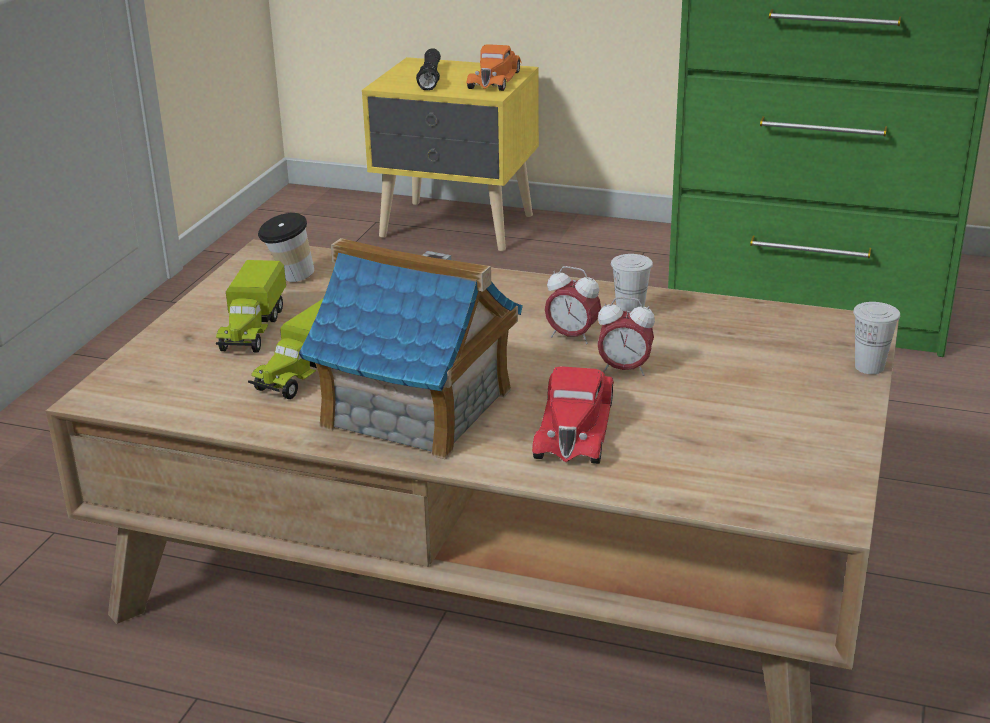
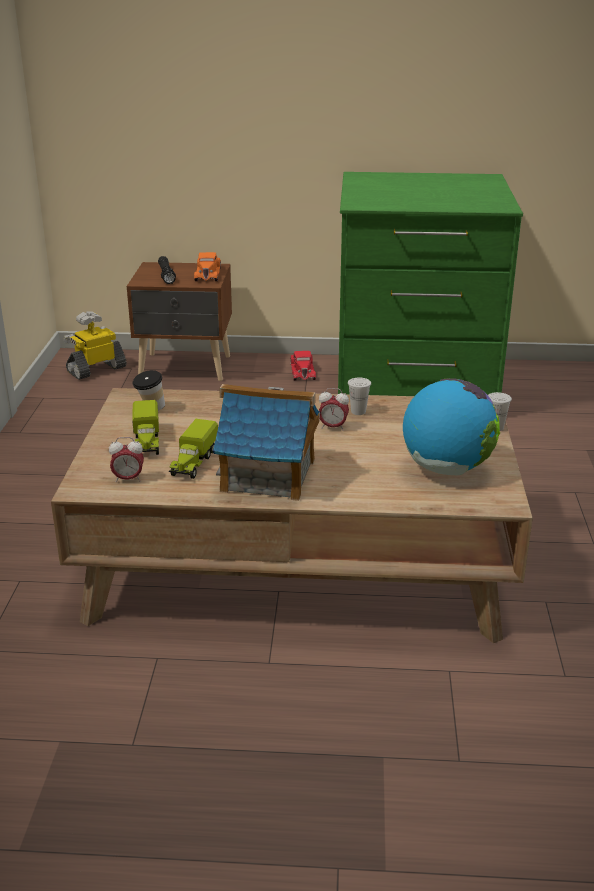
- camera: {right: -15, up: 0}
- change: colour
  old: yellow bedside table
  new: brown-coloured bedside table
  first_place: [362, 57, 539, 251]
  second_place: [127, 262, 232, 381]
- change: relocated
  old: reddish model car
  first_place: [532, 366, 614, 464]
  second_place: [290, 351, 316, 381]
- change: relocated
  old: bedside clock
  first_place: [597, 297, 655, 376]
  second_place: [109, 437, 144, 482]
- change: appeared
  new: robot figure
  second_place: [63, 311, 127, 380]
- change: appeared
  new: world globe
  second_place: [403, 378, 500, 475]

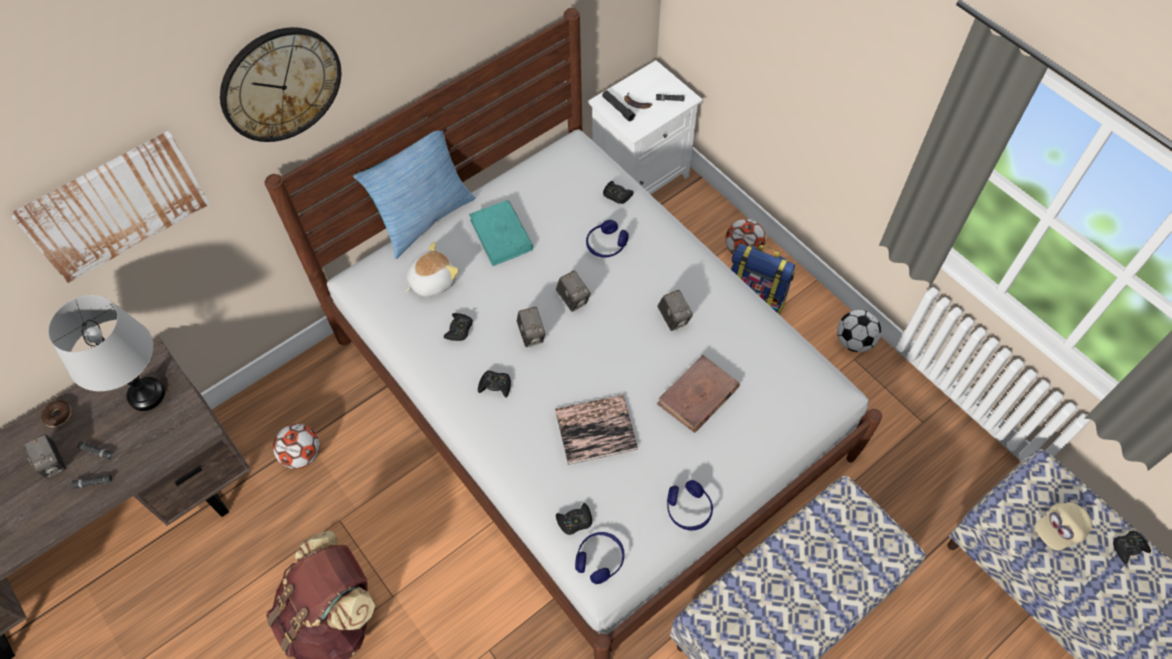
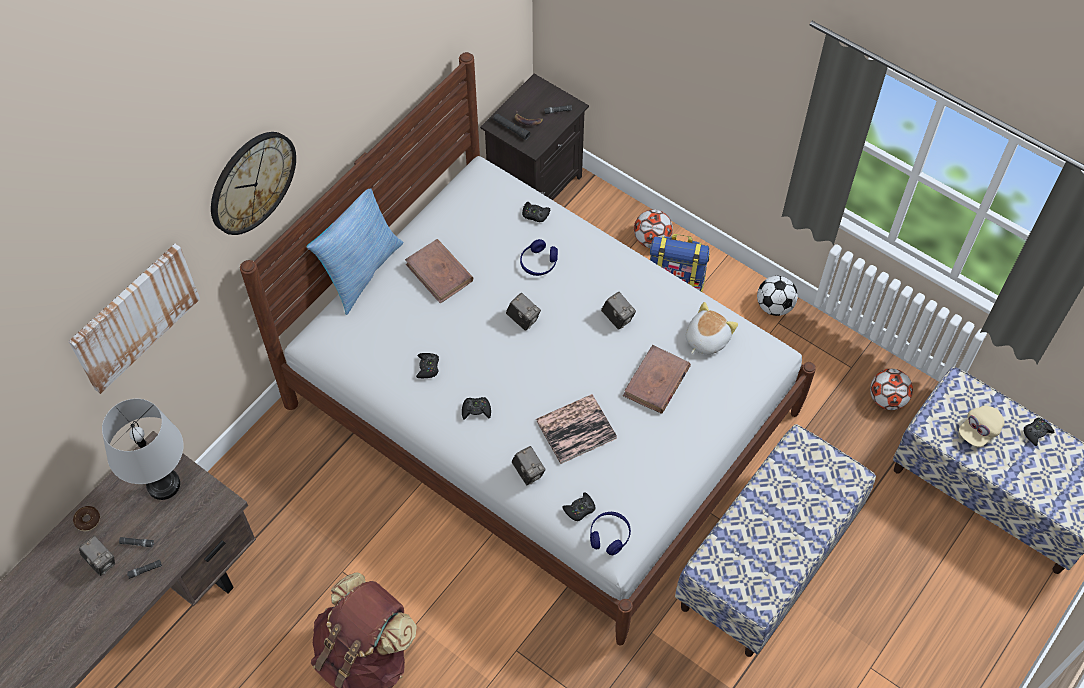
- camera: {right: -15, up: 0}
- change: relocated
  old: football
  first_place: [273, 423, 320, 469]
  second_place: [870, 369, 913, 410]
- change: relocated
  old: soft toy
  first_place: [405, 242, 459, 297]
  second_place: [686, 302, 738, 355]
- change: colour
  old: blue-green volume
  new: brown-coloured volume
  first_place: [469, 200, 533, 266]
  second_place: [405, 239, 473, 304]
- change: relocated
  old: still camera
  first_place: [517, 307, 545, 347]
  second_place: [512, 446, 546, 485]
- change: colour
  old: white bedside table
  new: black bedside table
  first_place: [588, 60, 703, 195]
  second_place: [480, 74, 589, 200]
- change: missing
  old: bluish headphones
  first_place: [667, 480, 713, 530]

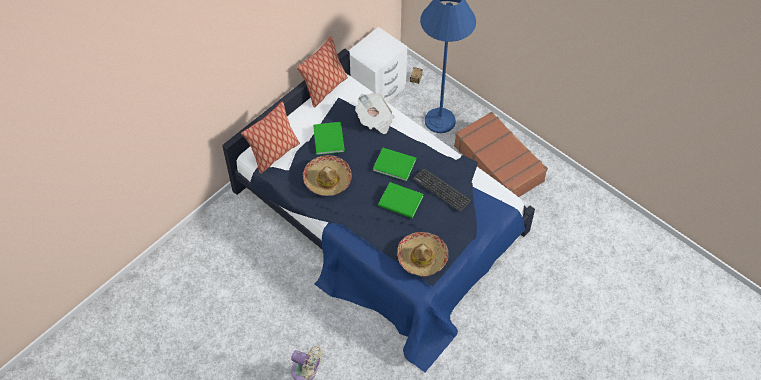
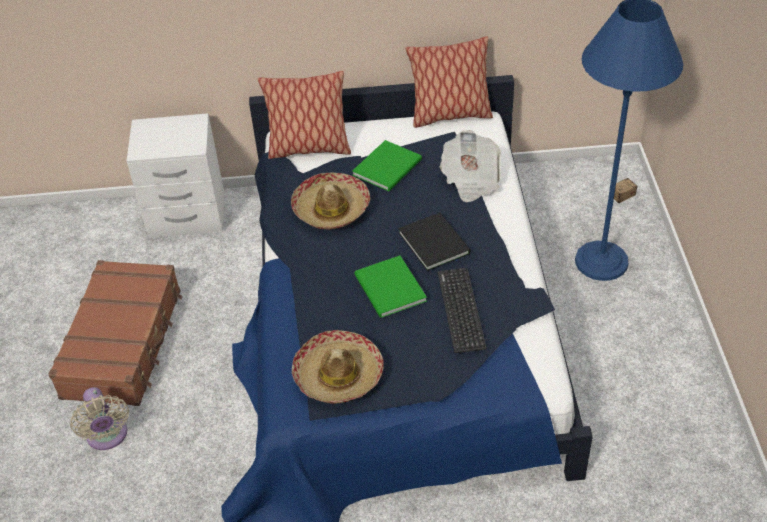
- camera: {right: 45, up: -10}
- change: relocated
  old: white bedside table
  first_place: [349, 27, 407, 102]
  second_place: [127, 113, 224, 238]
- change: colour
  old: green volume
  new: black volume
  first_place: [373, 148, 416, 181]
  second_place: [398, 212, 471, 271]
- change: relocated
  old: brown-coloured piece of luggage
  first_place: [454, 112, 548, 197]
  second_place: [48, 260, 182, 406]

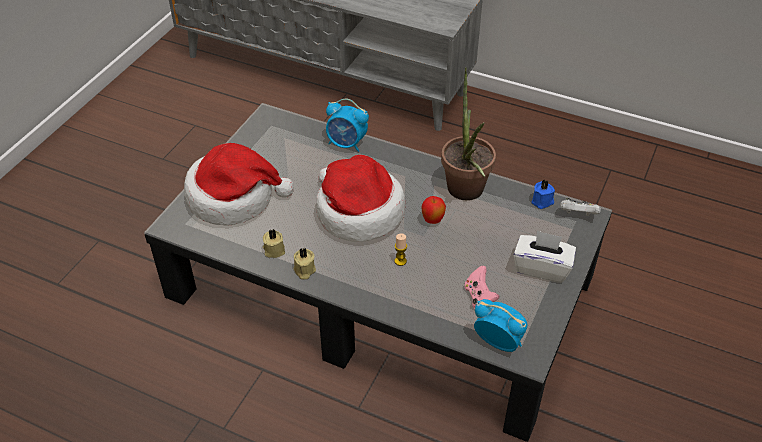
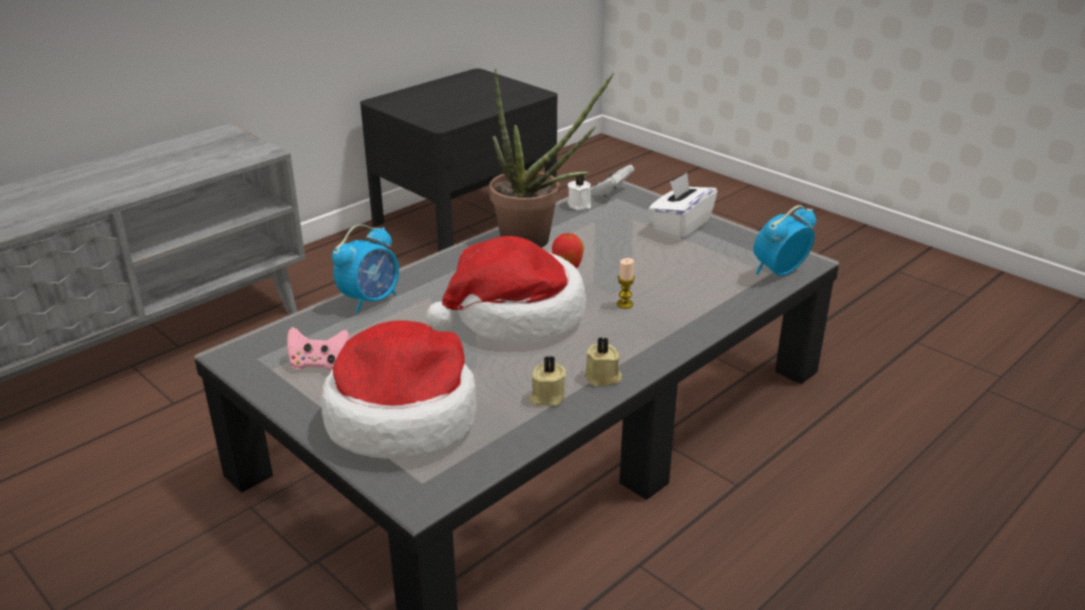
- camera: {right: -70, up: -15}
- change: relocated
  old: pink gamepad
  first_place: [464, 266, 499, 308]
  second_place: [287, 327, 350, 371]
- change: colour
  old: bluish candle
  new: white candle
  first_place: [531, 179, 555, 209]
  second_place: [568, 175, 591, 210]
- change: appeared
  new: black bedside table
  second_place: [360, 68, 557, 252]

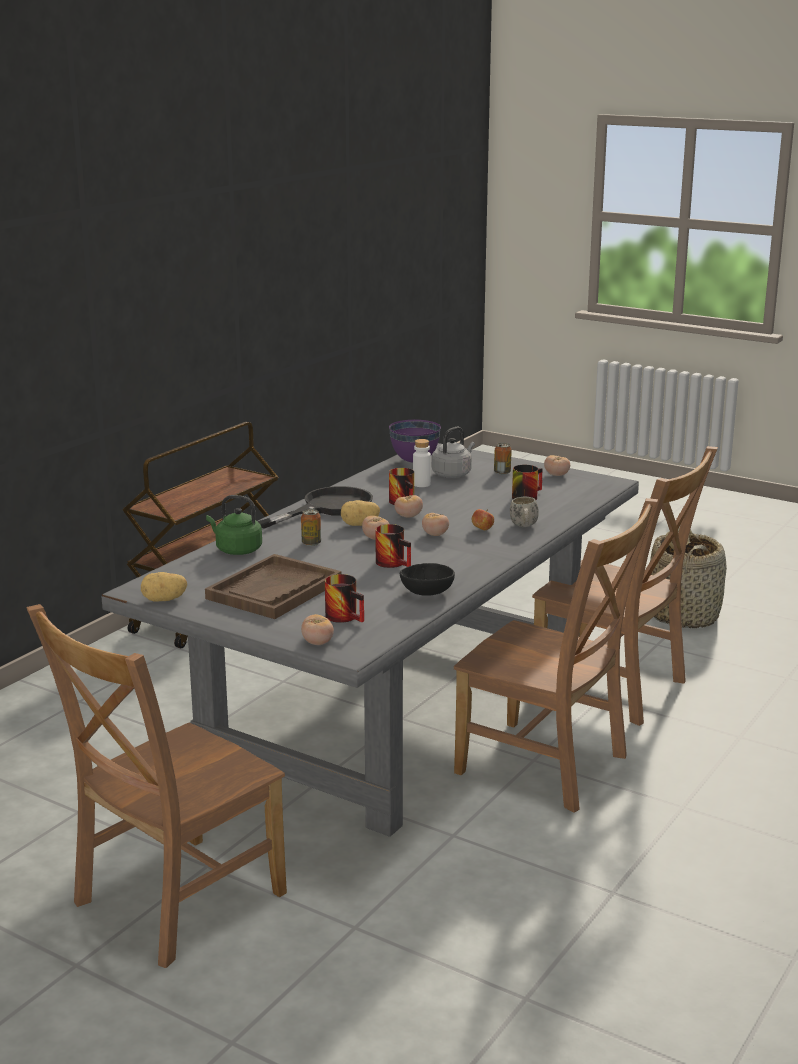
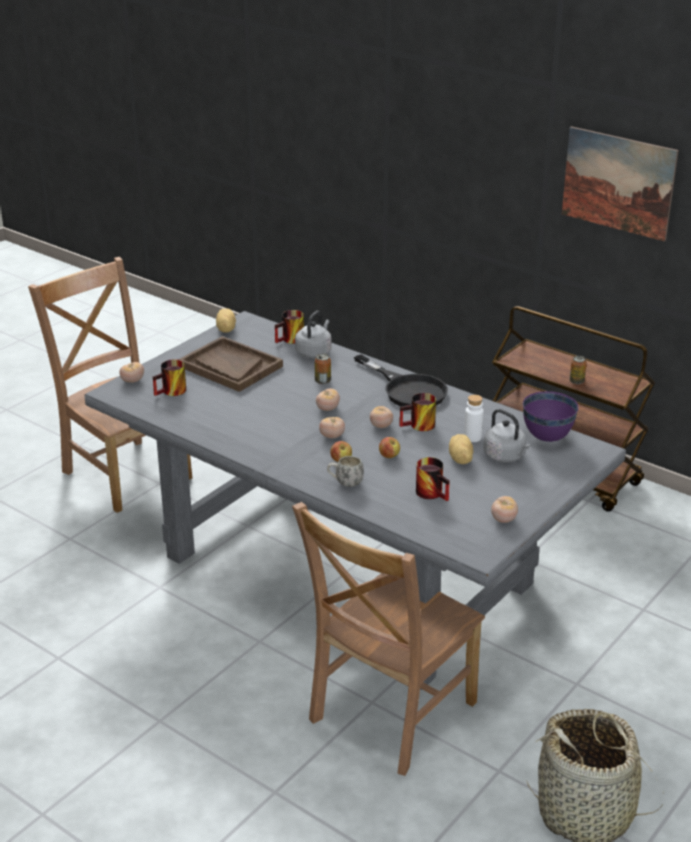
- camera: {right: 95, up: 10}
- change: colour
  old: green water kettle
  new: greyish water kettle
  first_place: [206, 495, 262, 555]
  second_place: [295, 311, 332, 358]
- change: relocated
  old: whole potato
  first_place: [341, 500, 380, 526]
  second_place: [449, 434, 473, 464]
- change: relocated
  old: coffee mug
  first_place: [375, 524, 411, 568]
  second_place: [275, 310, 304, 344]
- change: missing
  old: black deep dish
  first_place: [400, 563, 455, 596]
- change: missing
  old: brown-coloured plain chair
  first_place: [454, 498, 658, 813]
- change: relocated
  old: can
  first_place: [494, 443, 512, 475]
  second_place: [570, 356, 587, 384]
- change: appeared
  new: apple fruit
  second_place: [379, 437, 400, 458]
- change: appeared
  new: picture
  second_place: [562, 126, 678, 241]

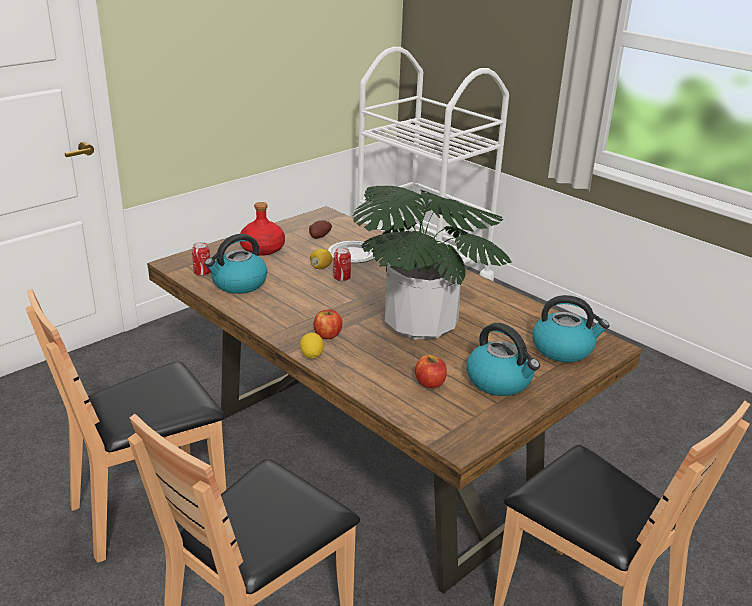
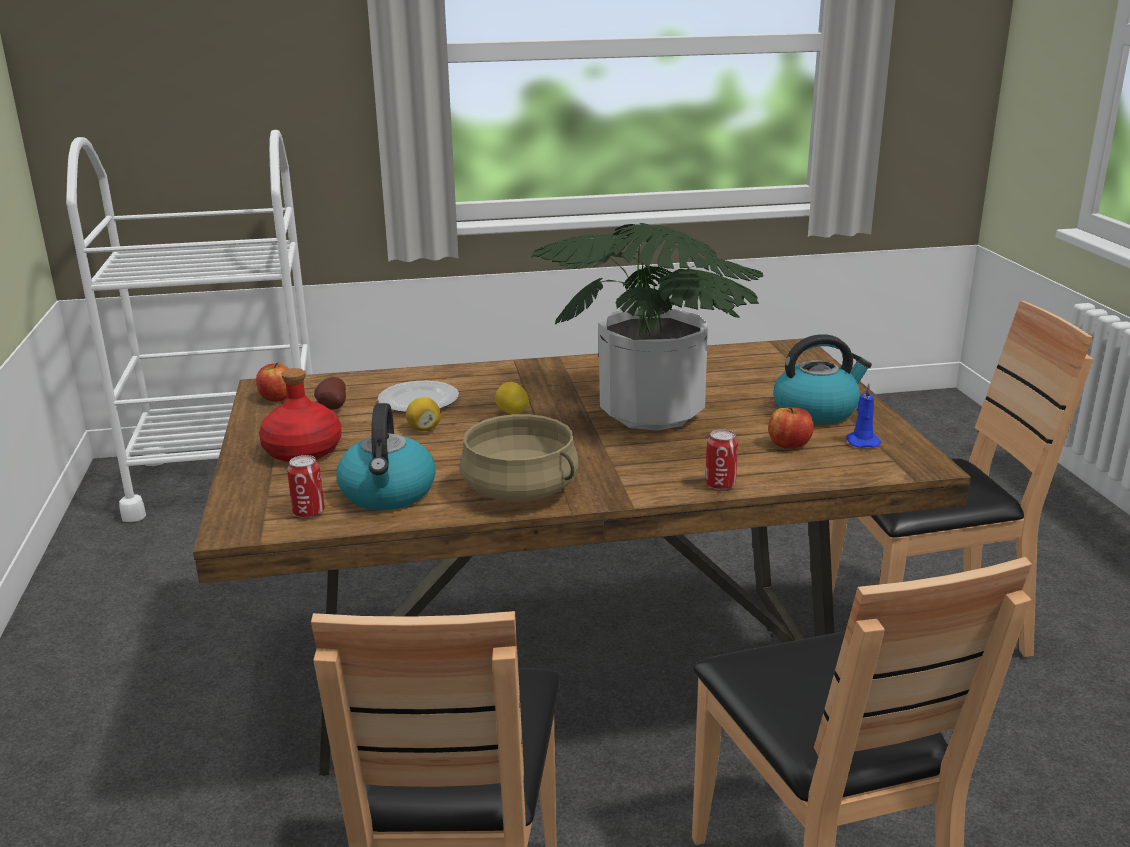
- camera: {right: -55, up: -5}
- change: relocated
  old: whole lemon
  first_place: [300, 333, 324, 359]
  second_place: [495, 382, 529, 414]
- change: relocated
  old: apple fruit
  first_place: [314, 309, 343, 339]
  second_place: [256, 362, 289, 402]
- change: relocated
  old: can
  first_place: [333, 247, 351, 281]
  second_place: [705, 429, 738, 490]
- change: missing
  old: water kettle
  first_place: [532, 295, 609, 362]
- change: appeared
  new: sand-coloured stockpot
  second_place: [459, 414, 578, 502]
- change: appeared
  new: bluish candle
  second_place: [846, 383, 881, 448]

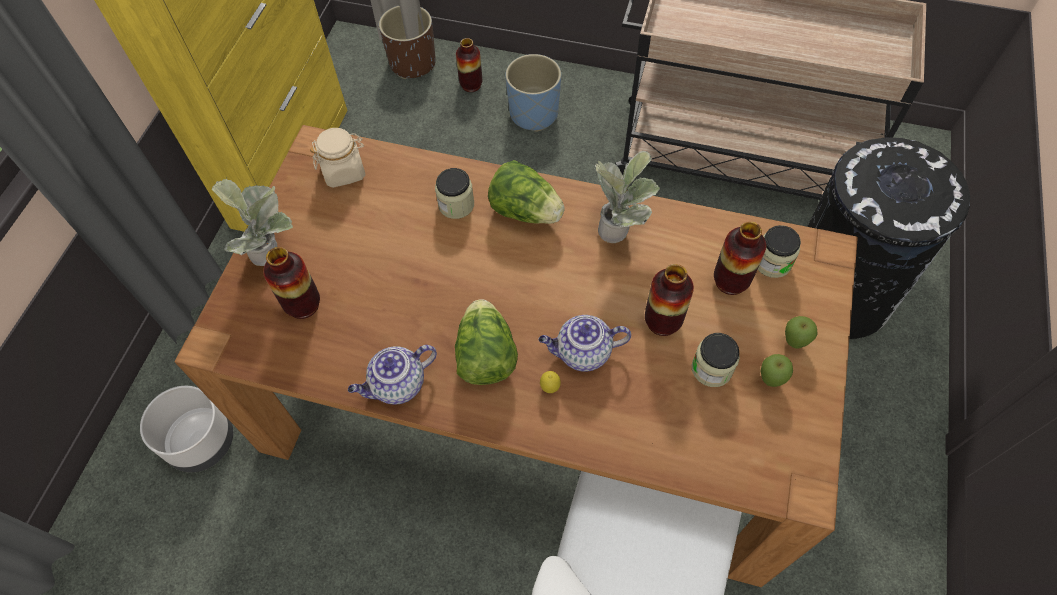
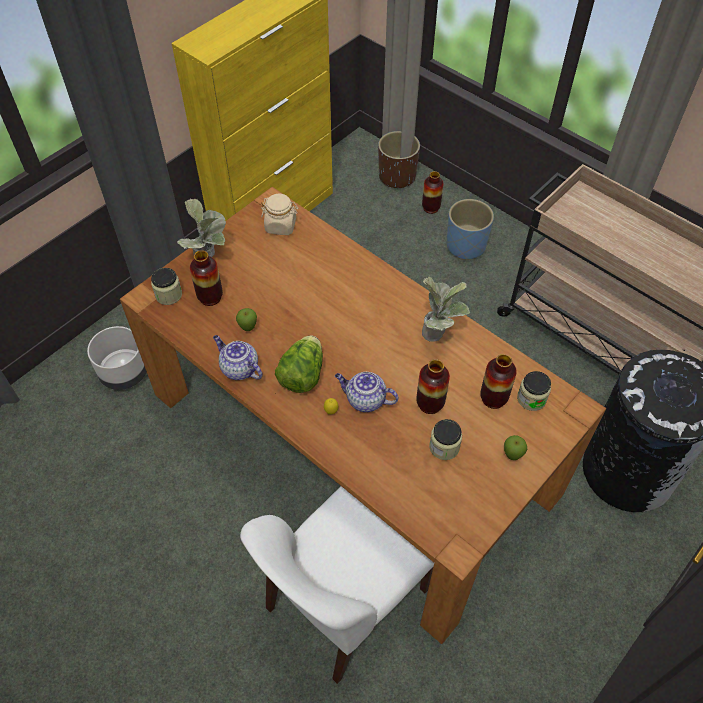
- camera: {right: 25, up: -5}
- change: spun
  old: tea pot
  first_place: [348, 345, 437, 405]
  second_place: [213, 335, 263, 380]
  degrees: 45
- change: relocated
  old: jar
  first_place: [435, 168, 474, 219]
  second_place: [151, 268, 182, 305]
- change: missing
  old: head of lettuce
  first_place: [488, 160, 565, 224]
- change: relocated
  old: apple fruit
  first_place: [760, 354, 793, 387]
  second_place: [236, 308, 257, 331]

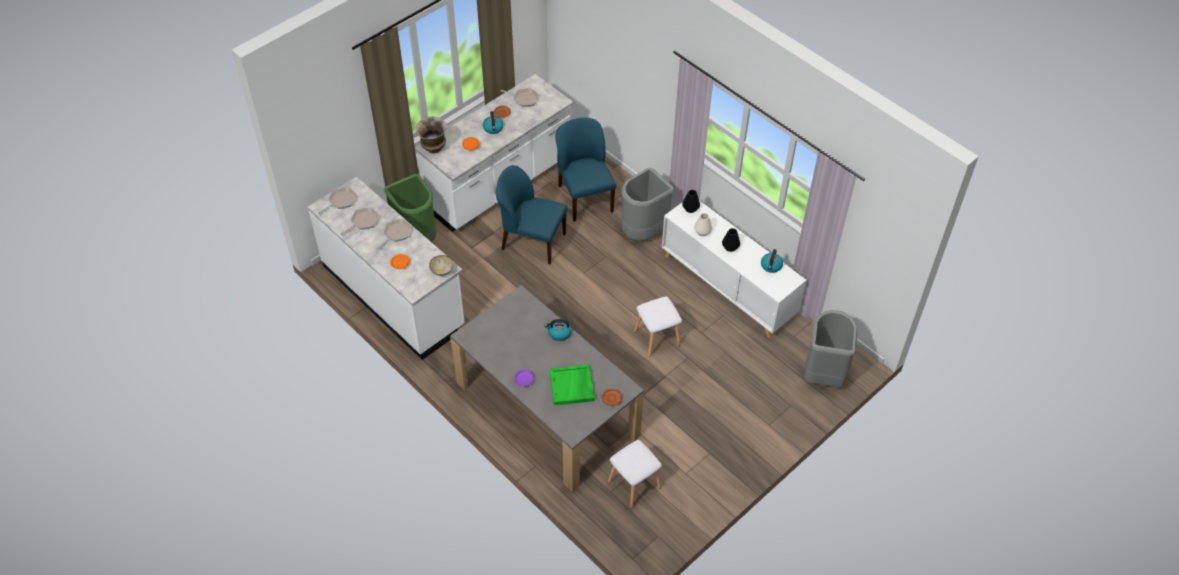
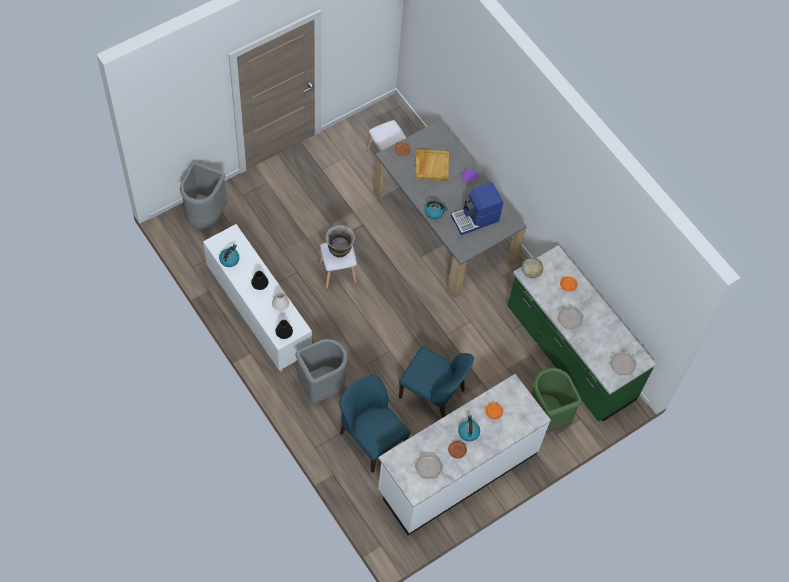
- camera: {right: -175, up: 10}
- change: colour
  old: white counter
  new: green counter
  first_place: [307, 177, 465, 360]
  second_place: [507, 245, 656, 422]
- change: missing
  old: skillet
  first_place: [340, 207, 379, 235]
- change: relocated
  old: vase
  first_place: [416, 117, 447, 154]
  second_place: [326, 225, 355, 258]
- change: colour
  old: green serving tray
  new: sand-coloured serving tray
  first_place: [549, 364, 595, 405]
  second_place: [415, 149, 449, 181]
- change: spun
  old: bluish plain chair
  first_place: [555, 118, 616, 222]
  second_place: [339, 375, 411, 473]
  degrees: 150
- change: appeared
  new: coffee machine
  second_place: [451, 182, 503, 235]

